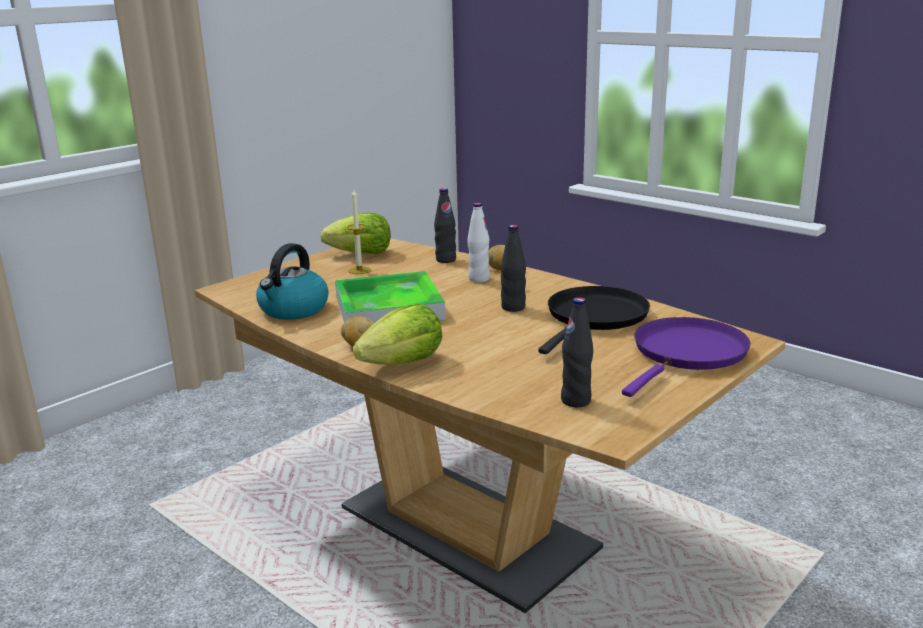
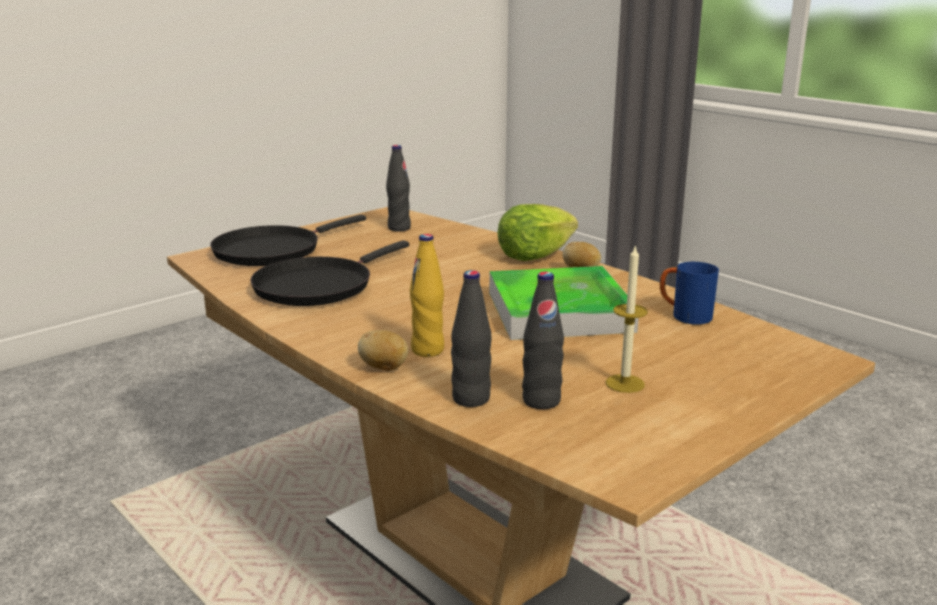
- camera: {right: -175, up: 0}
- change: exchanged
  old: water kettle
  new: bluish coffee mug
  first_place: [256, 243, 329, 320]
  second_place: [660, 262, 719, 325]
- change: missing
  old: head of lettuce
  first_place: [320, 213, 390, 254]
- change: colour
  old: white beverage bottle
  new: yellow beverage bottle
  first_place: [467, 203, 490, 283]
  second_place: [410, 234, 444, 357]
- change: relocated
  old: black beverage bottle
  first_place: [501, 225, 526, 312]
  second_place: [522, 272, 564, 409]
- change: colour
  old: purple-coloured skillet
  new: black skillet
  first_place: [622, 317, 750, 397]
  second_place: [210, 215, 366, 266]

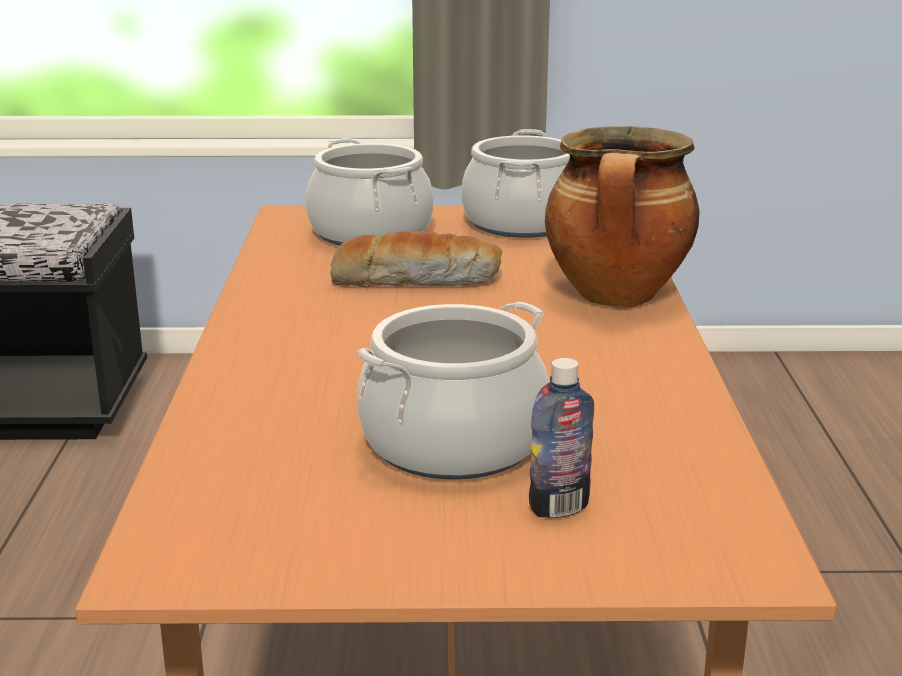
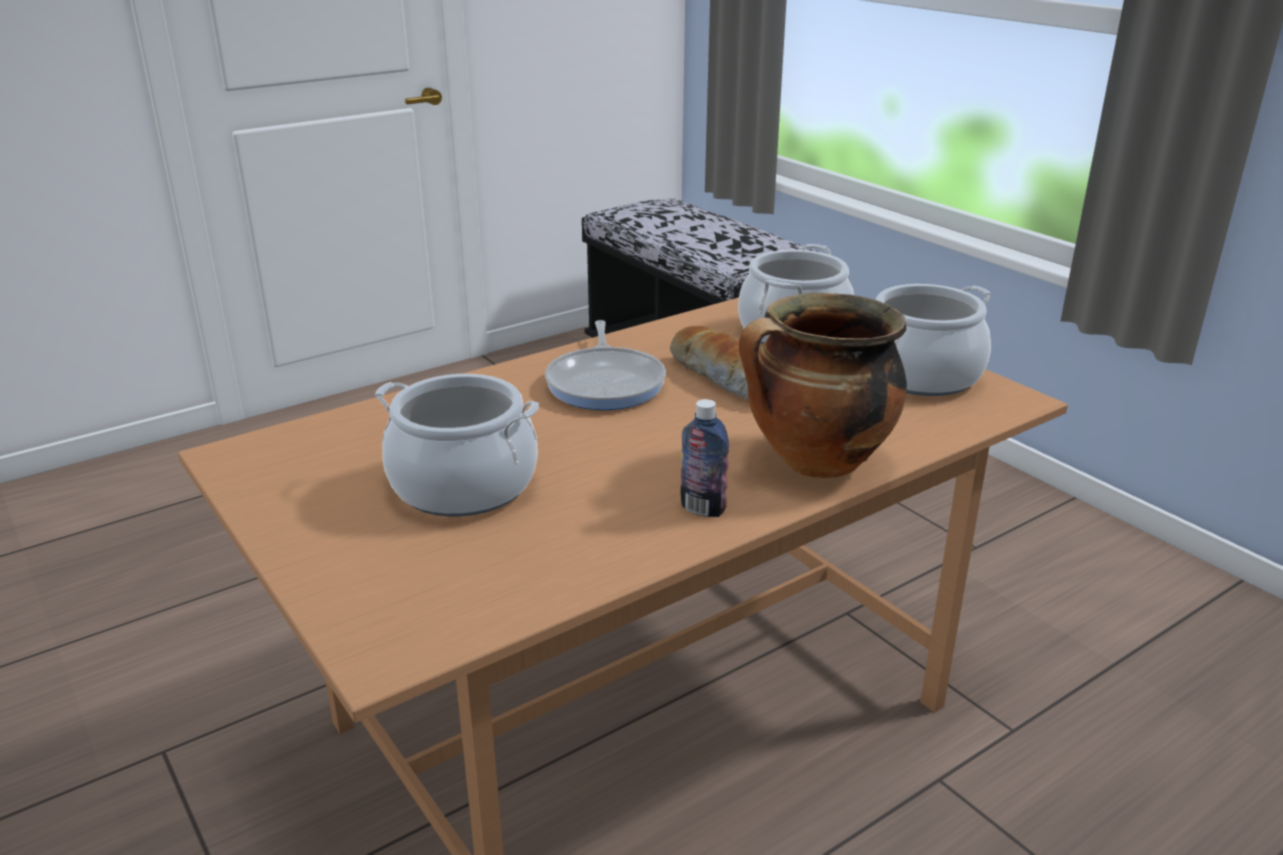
- camera: {right: 55, up: 5}
- change: relocated
  old: beverage bottle
  first_place: [529, 358, 594, 518]
  second_place: [680, 399, 729, 517]
- change: appeared
  new: skillet
  second_place: [545, 320, 666, 410]

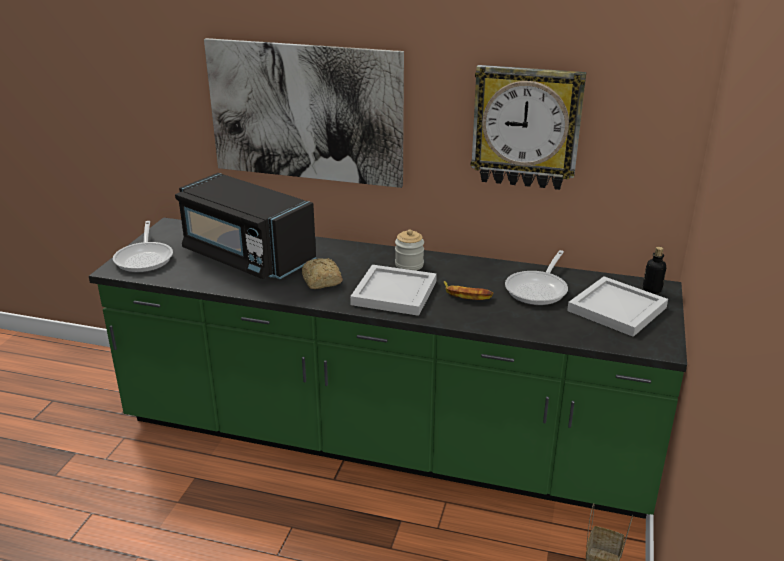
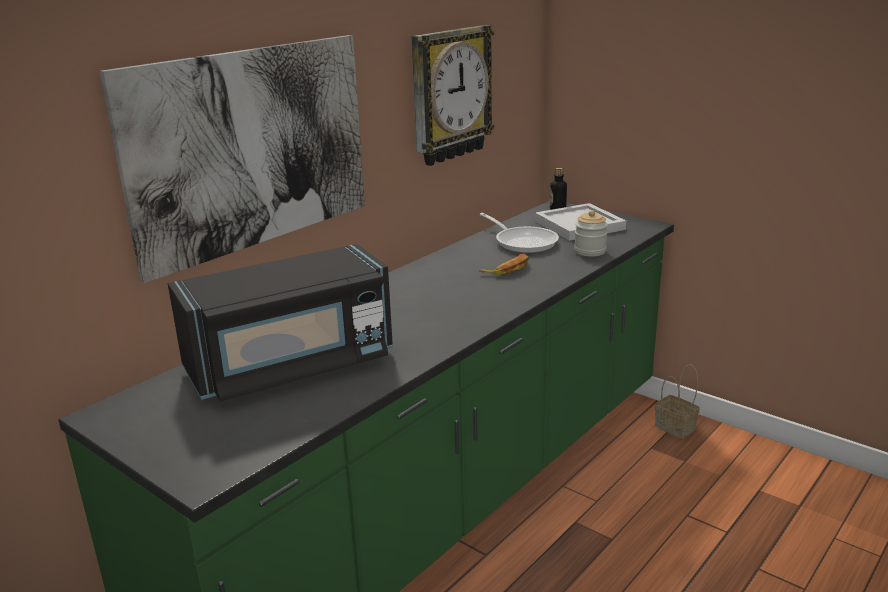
- camera: {right: -65, up: -5}
- change: missing
  old: skillet
  first_place: [113, 221, 173, 272]
- change: missing
  old: bread
  first_place: [302, 258, 343, 289]
- change: missing
  old: white serving tray
  first_place: [350, 265, 437, 316]
- change: relocated
  old: jar
  first_place: [395, 229, 424, 271]
  second_place: [574, 210, 608, 257]

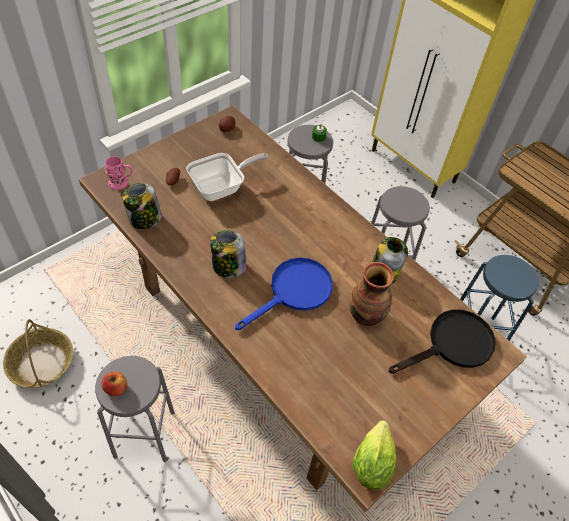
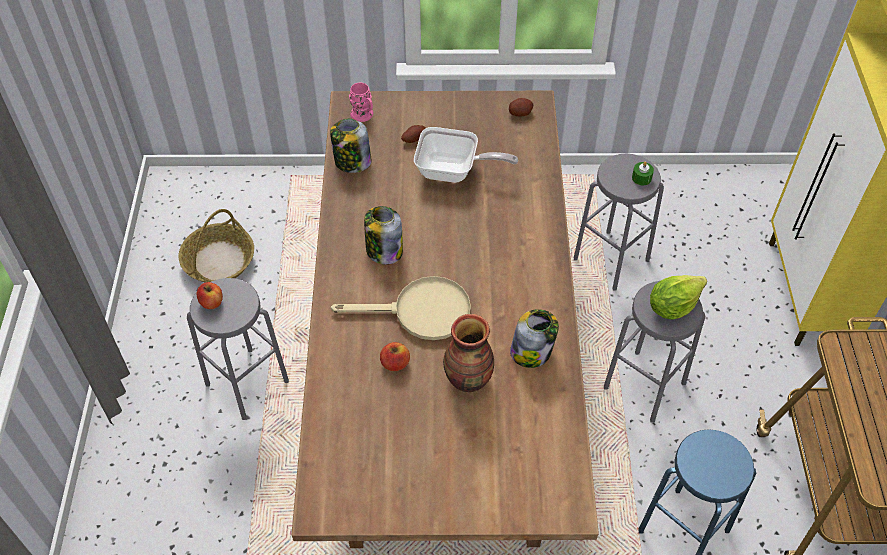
- camera: {right: 45, up: 0}
- change: colour
  old: bluish skillet
  new: sand-coloured skillet
  first_place: [235, 258, 333, 330]
  second_place: [331, 276, 471, 340]
- change: relocated
  old: head of lettuce
  first_place: [352, 420, 396, 490]
  second_place: [650, 275, 707, 320]
- change: missing
  old: black skillet
  first_place: [389, 309, 496, 374]
- change: appeared
  new: apple fruit
  second_place: [380, 342, 410, 371]

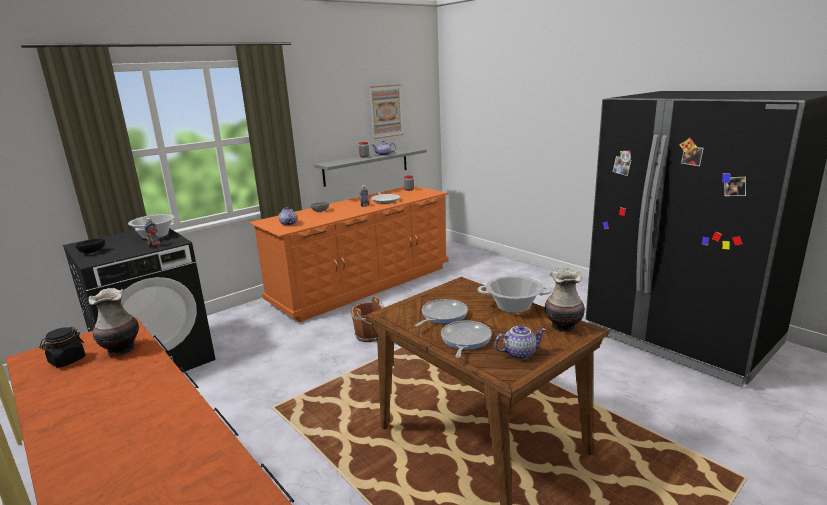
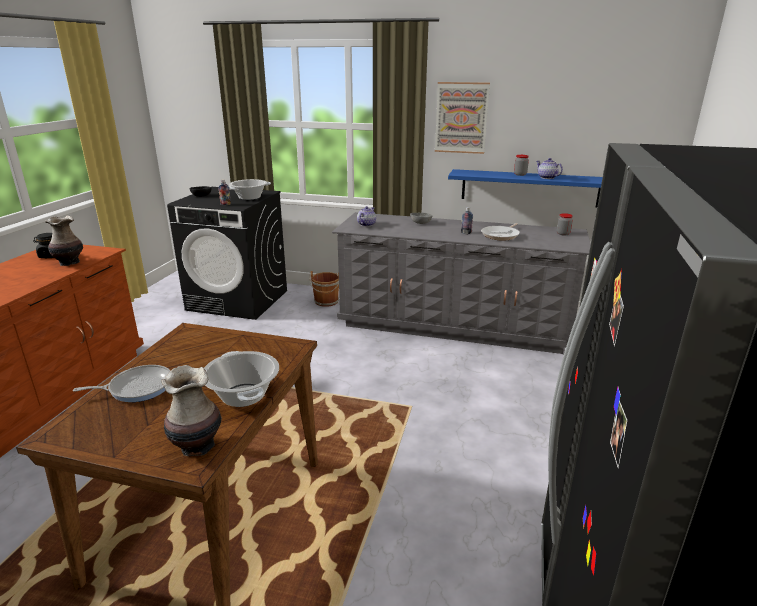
- camera: {right: 55, up: 5}
- change: colour
  old: orange-coloured chest of drawers
  new: greyish chest of drawers
  first_place: [249, 186, 449, 322]
  second_place: [332, 212, 591, 354]
- change: colour
  old: greyish bracket shelf
  new: bluish bracket shelf
  first_place: [314, 148, 427, 187]
  second_place: [448, 169, 603, 208]
- change: relocated
  old: brown-coloured bucket
  first_place: [351, 296, 384, 342]
  second_place: [309, 271, 339, 307]
- change: relocated
  old: picture
  first_place: [369, 84, 403, 139]
  second_place: [435, 82, 490, 154]
- change: missing
  old: skillet
  first_place: [415, 299, 468, 326]
- change: missing
  old: tea pot
  first_place: [494, 325, 546, 360]

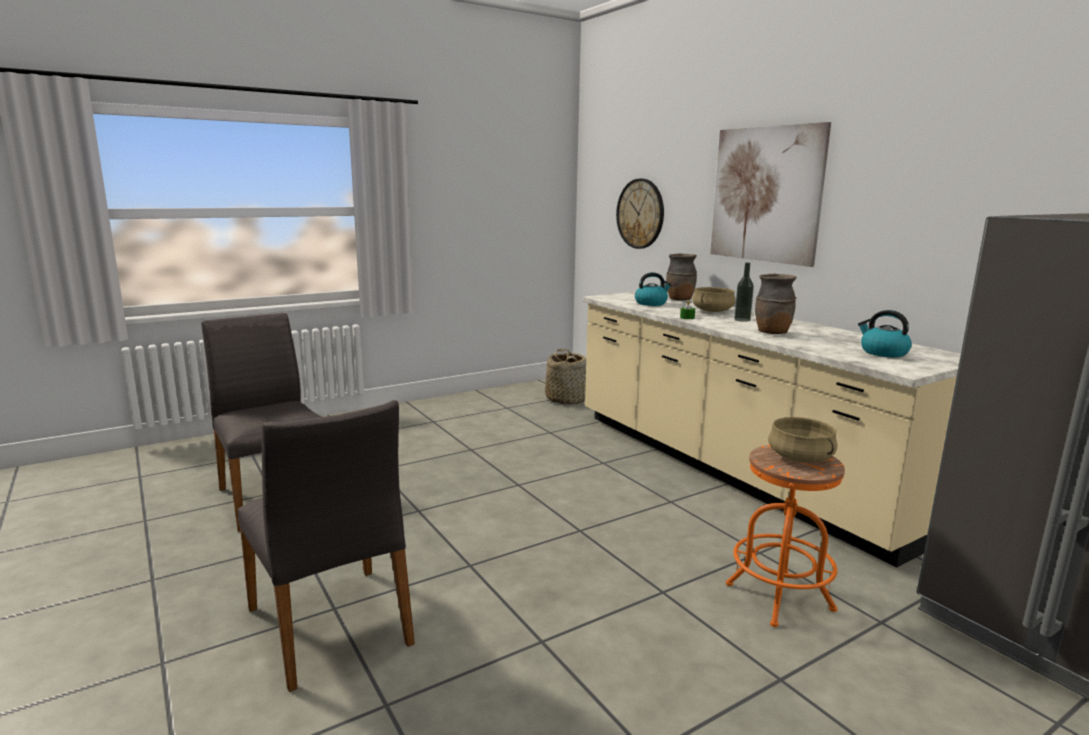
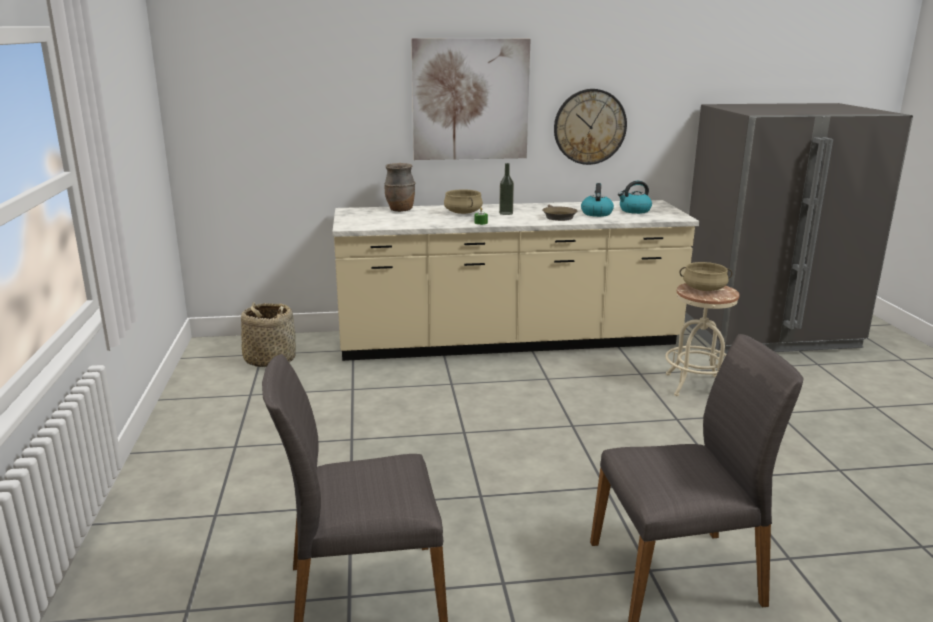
- camera: {right: -65, up: 5}
- change: relocated
  old: clock on the wall
  first_place: [616, 179, 664, 249]
  second_place: [554, 89, 627, 165]
- change: relocated
  old: water kettle
  first_place: [635, 272, 671, 306]
  second_place: [581, 183, 614, 217]
- change: colour
  old: orange-coloured stool seat
  new: sand-coloured stool seat
  first_place: [726, 445, 845, 627]
  second_place: [665, 283, 739, 396]
- change: exchanged
  old: brown-coloured vase
  new: brown-coloured skillet
  first_place: [755, 274, 797, 334]
  second_place: [542, 205, 577, 221]

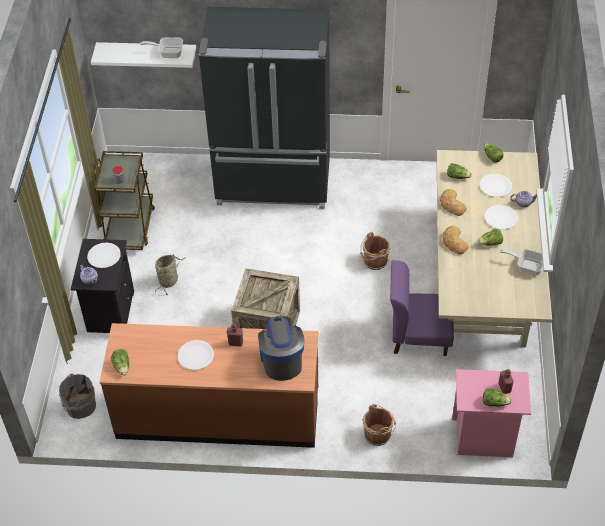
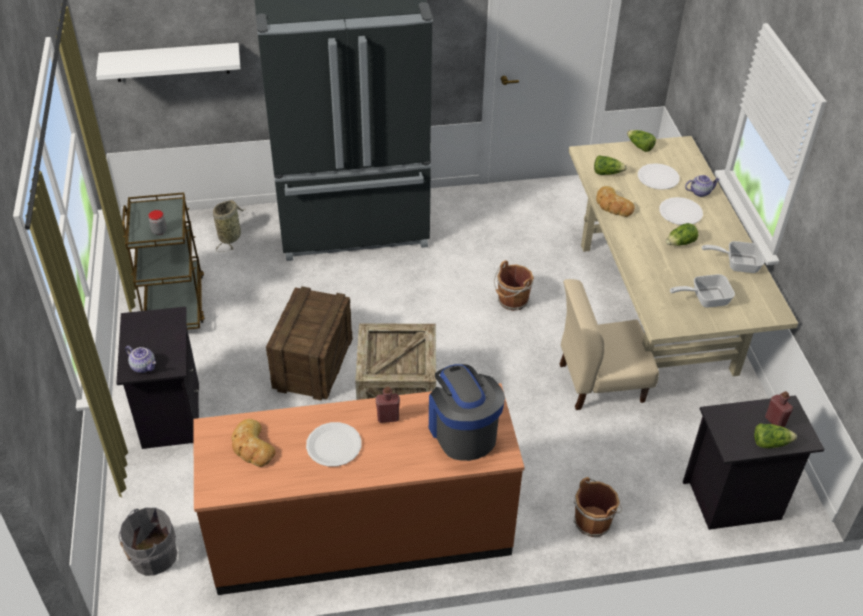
- camera: {right: -15, up: -5}
- change: missing
  old: white flat dish
  first_place: [87, 243, 121, 268]
- change: missing
  old: head of lettuce
  first_place: [111, 349, 129, 376]
- change: relocated
  old: skillet
  first_place: [140, 37, 183, 58]
  second_place: [670, 274, 735, 308]
- change: relocated
  old: storage basket
  first_place: [155, 255, 186, 295]
  second_place: [213, 200, 245, 252]
- change: colour
  old: purple-coloured plain chair
  new: sand-coloured plain chair
  first_place: [390, 260, 454, 356]
  second_place: [559, 279, 659, 410]
- change: relocated
  old: bread
  first_place: [442, 226, 468, 255]
  second_place: [232, 419, 276, 467]
- change: colour
  old: pink bedside table
  new: black bedside table
  first_place: [452, 369, 531, 457]
  second_place: [683, 395, 825, 530]
- change: appeared
  new: crate
  second_place: [266, 286, 353, 401]

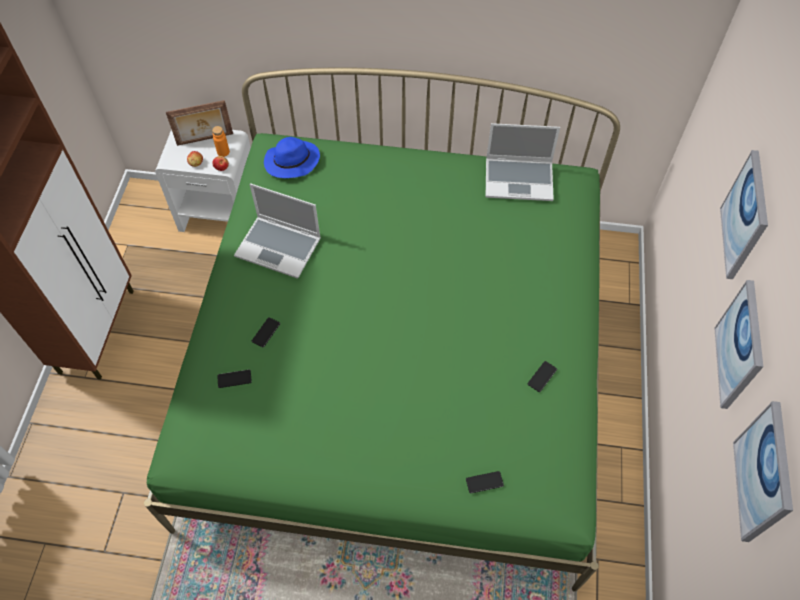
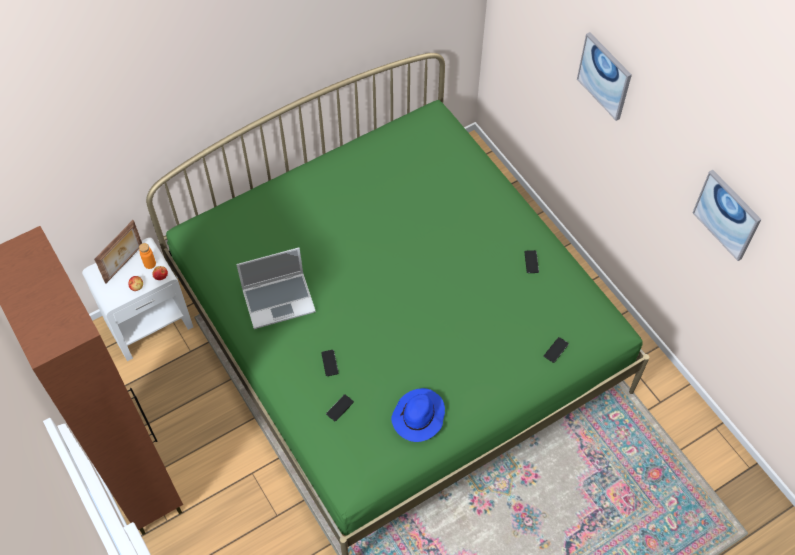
- camera: {right: -40, up: 0}
- change: relocated
  old: bluish hat
  first_place: [264, 137, 320, 178]
  second_place: [391, 388, 445, 442]
- change: missing
  old: portable computer
  first_place: [486, 123, 560, 201]
- change: missing
  old: picture
  first_place: [714, 280, 763, 409]

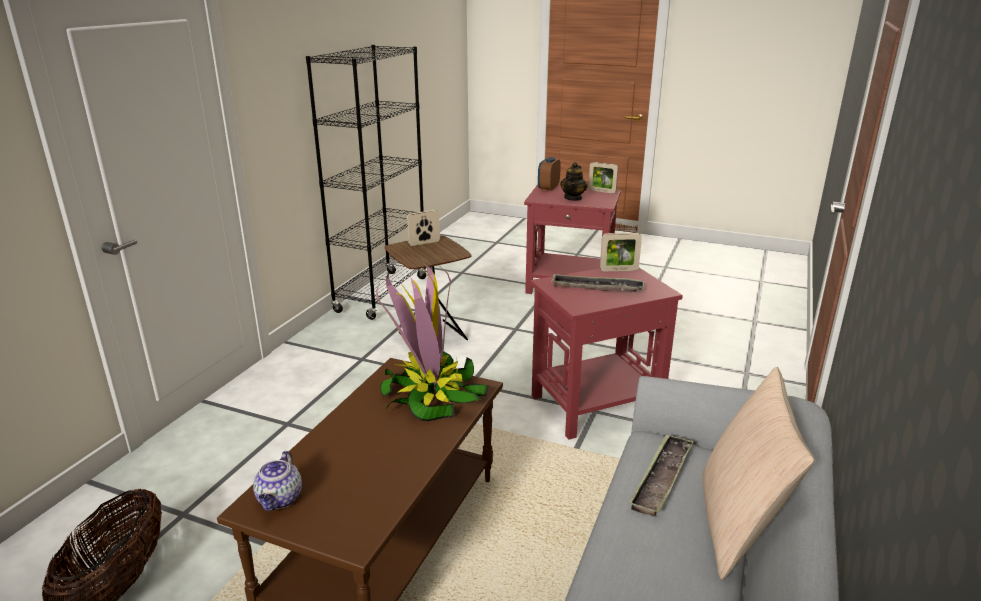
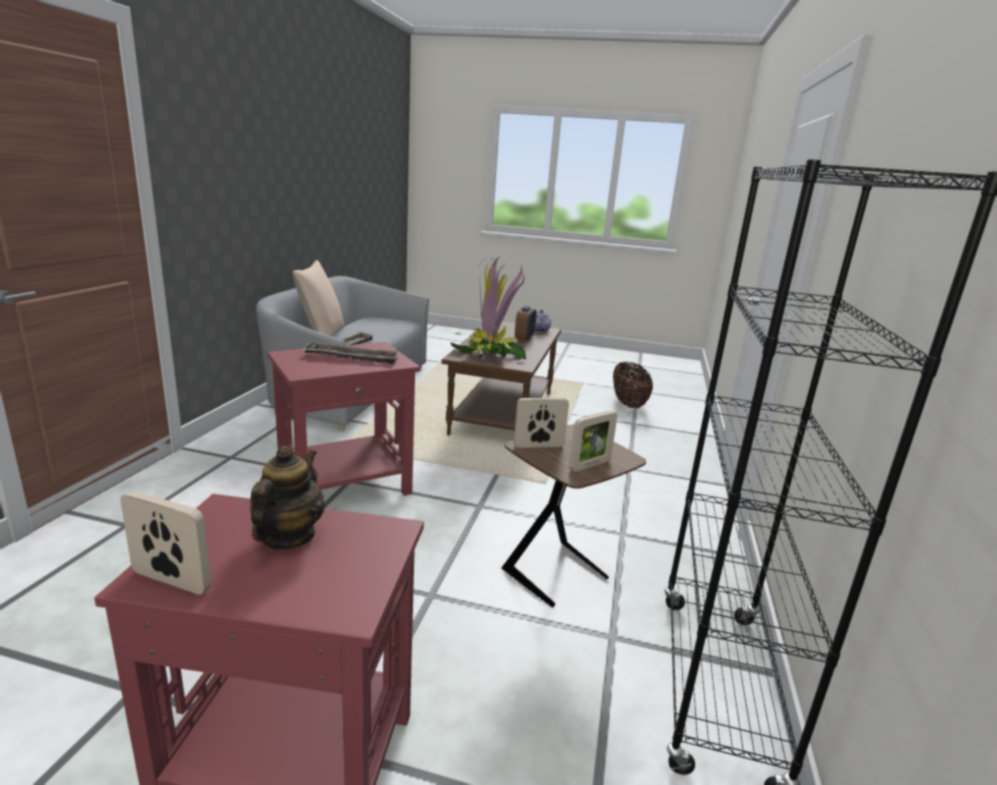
- camera: {right: 170, up: -5}
- change: relocated
  old: bedside clock
  first_place: [538, 157, 561, 191]
  second_place: [515, 306, 537, 342]
- change: relocated
  old: picture frame
  first_place: [600, 233, 642, 271]
  second_place: [514, 398, 569, 448]

